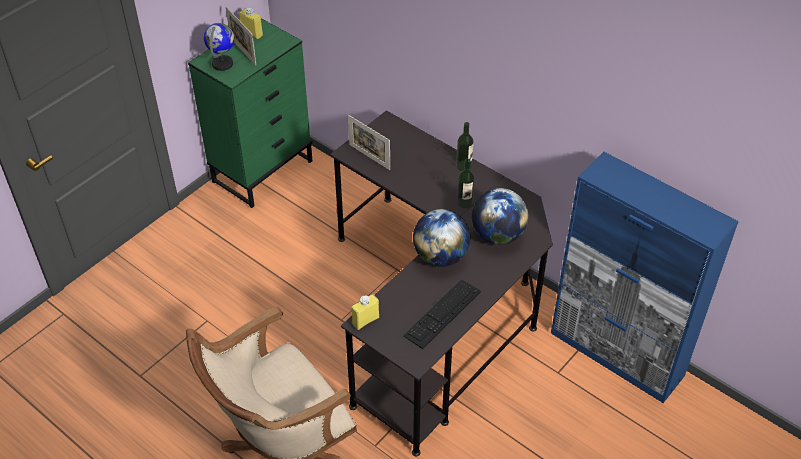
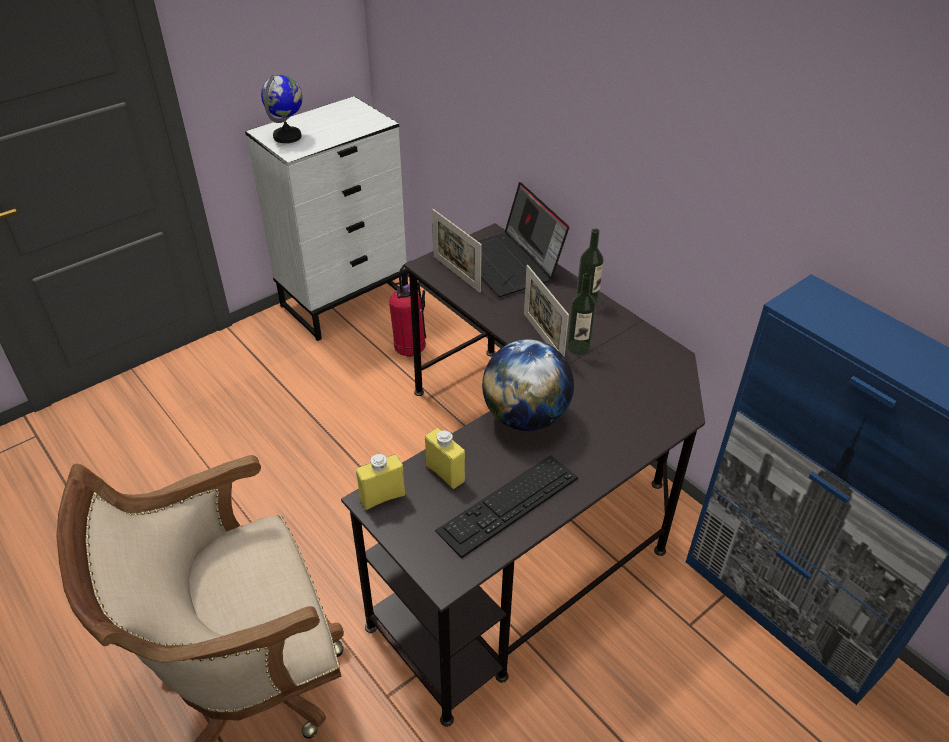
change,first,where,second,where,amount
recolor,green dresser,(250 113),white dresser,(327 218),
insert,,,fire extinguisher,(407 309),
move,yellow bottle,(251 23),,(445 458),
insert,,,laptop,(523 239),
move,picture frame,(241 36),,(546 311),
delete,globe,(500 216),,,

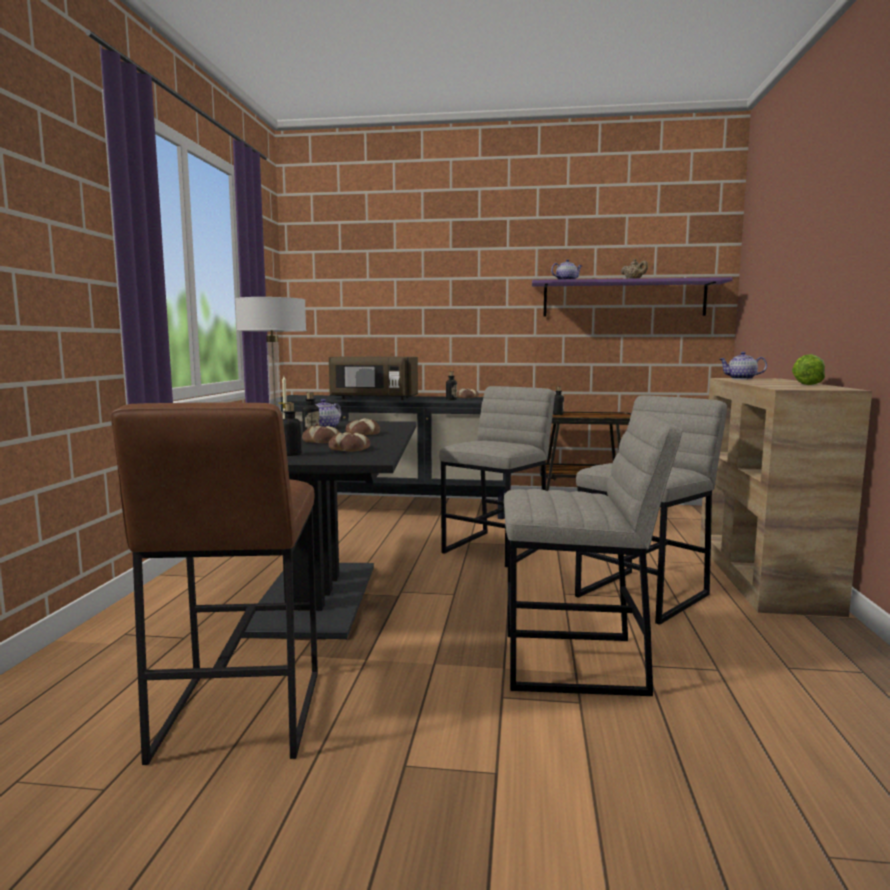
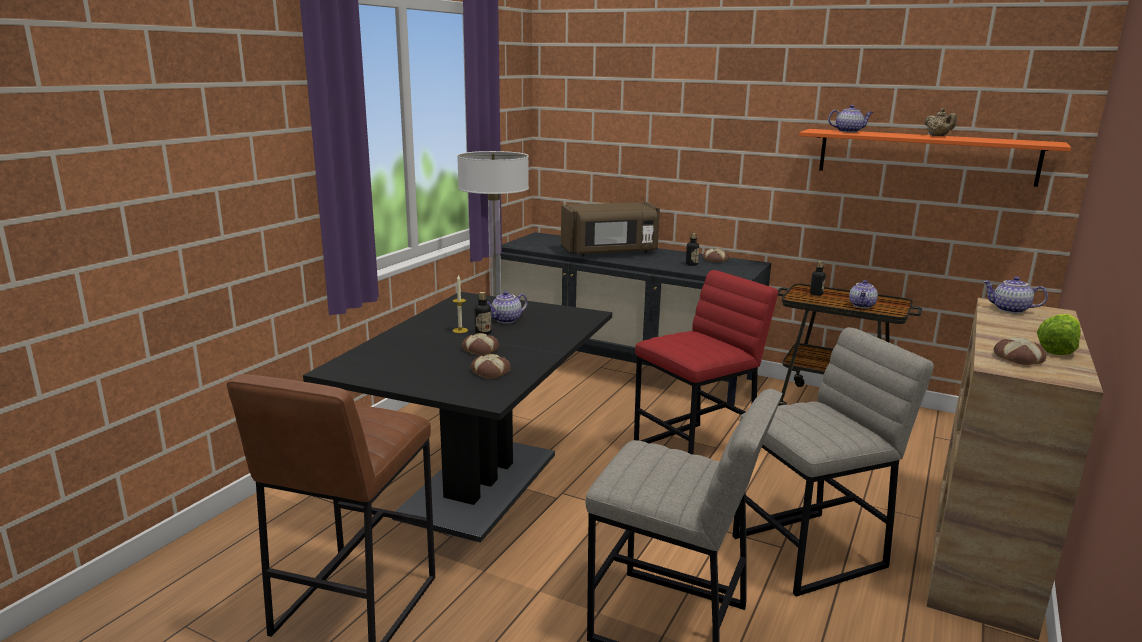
change,first,where,second,where,amount
rotate,brown microwave,(373 378),,(610 229),45 degrees counterclockwise
recolor,grey chair,(497 476),red chair,(706 362),
recolor,purple shelf,(632 297),orange shelf,(935 158),
insert,,,teapot,(863 294),
move,bread,(363 426),,(1019 351),
delete,bottle,(292 429),,,

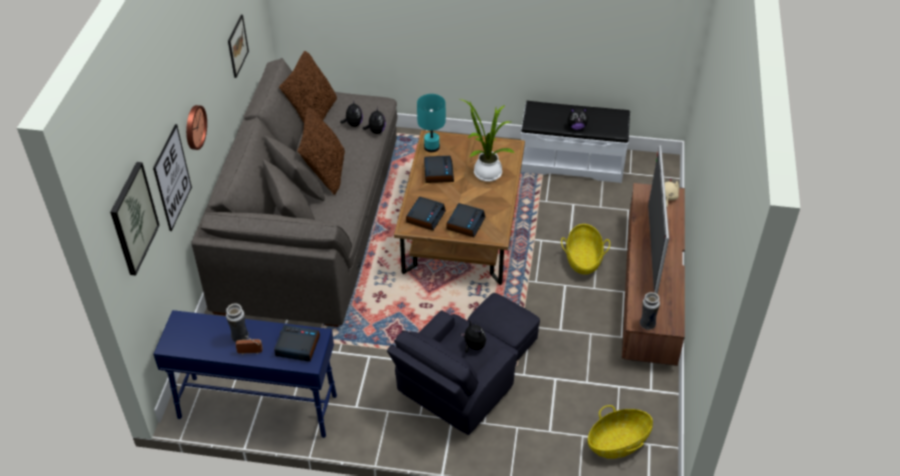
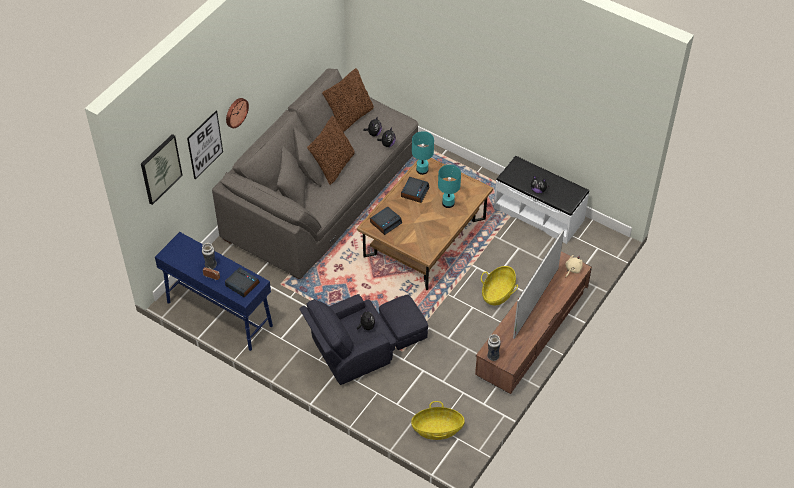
change,first,where,second,where,amount
replace,potted plant,(487 140),turquoise table lamp,(449 186),
delete,picture,(238 46),,,
delete,alarm clock,(465 220),,,

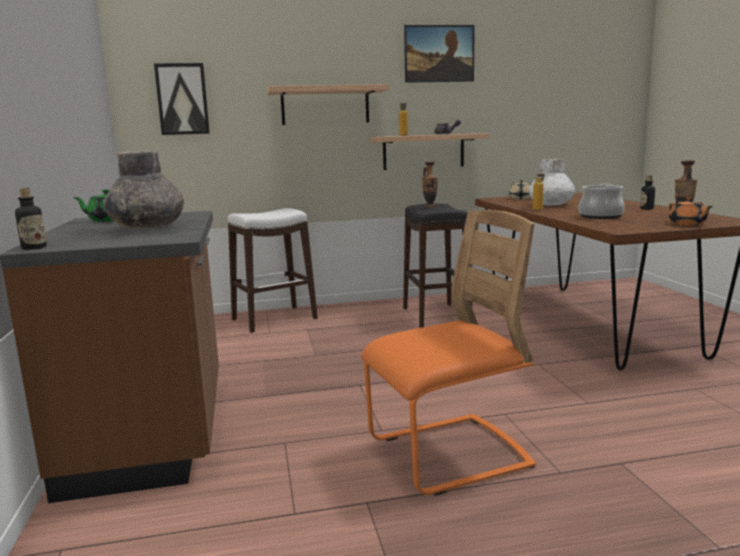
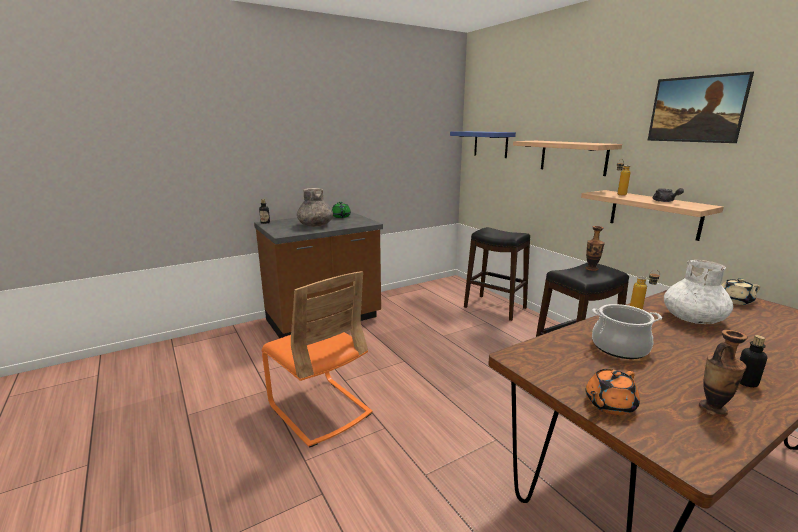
change,first,where,second,where,amount
replace,picture,(182 99),blue shelf,(483 144),
recolor,white stool,(273 270),black stool,(497 274),

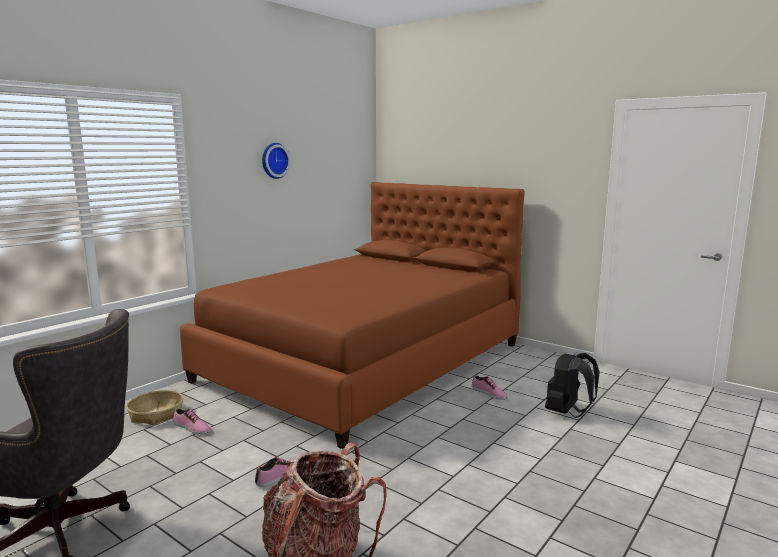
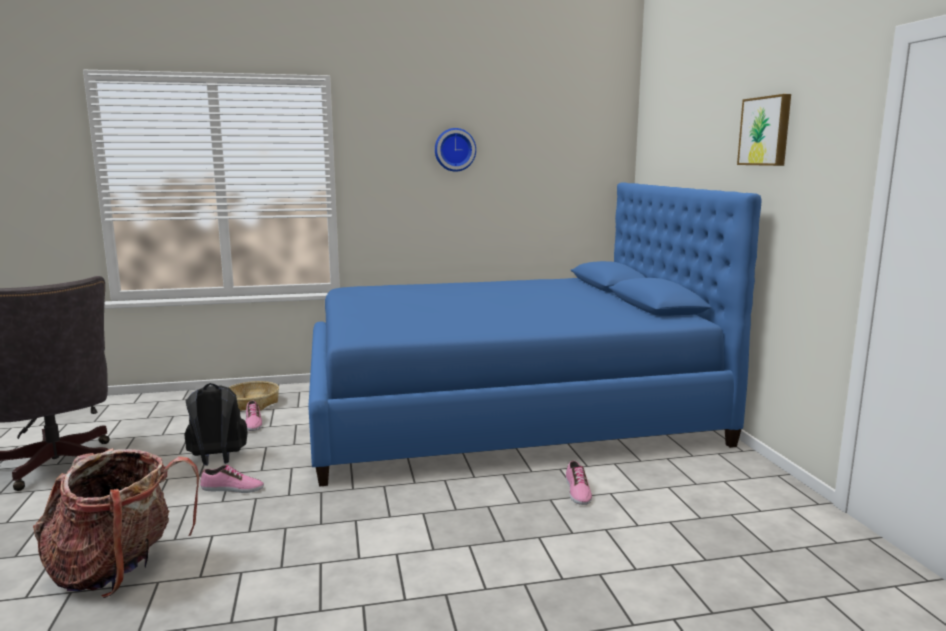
change,first,where,second,where,amount
move,black backpack,(572 385),,(216 424),
recolor,brown bed,(352 315),blue bed,(535 334),
insert,,,picture,(764 130),

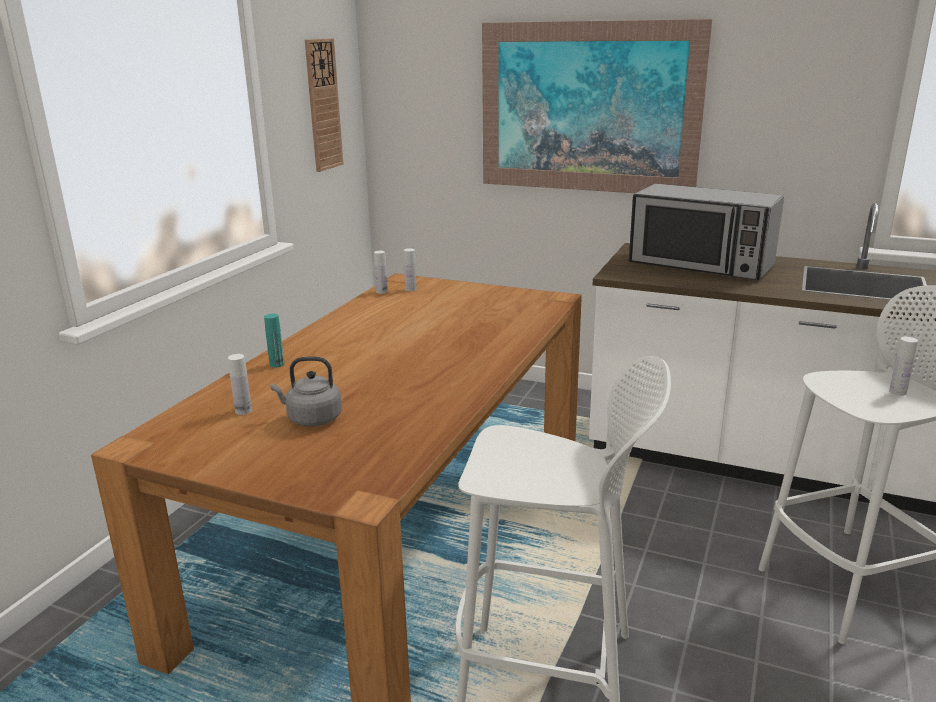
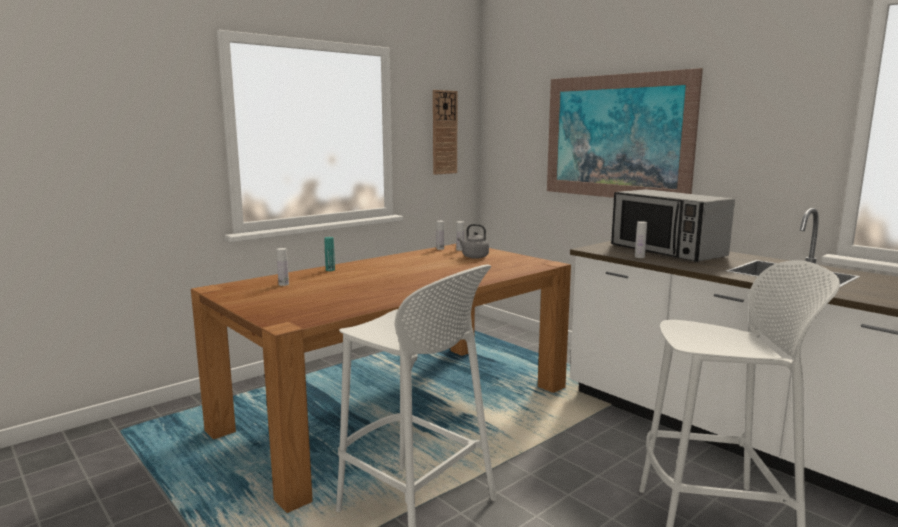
change,first,where,second,where,amount
move,grey kettle,(306 391),,(473 241),
move,white bottle,(903 366),,(641 239),

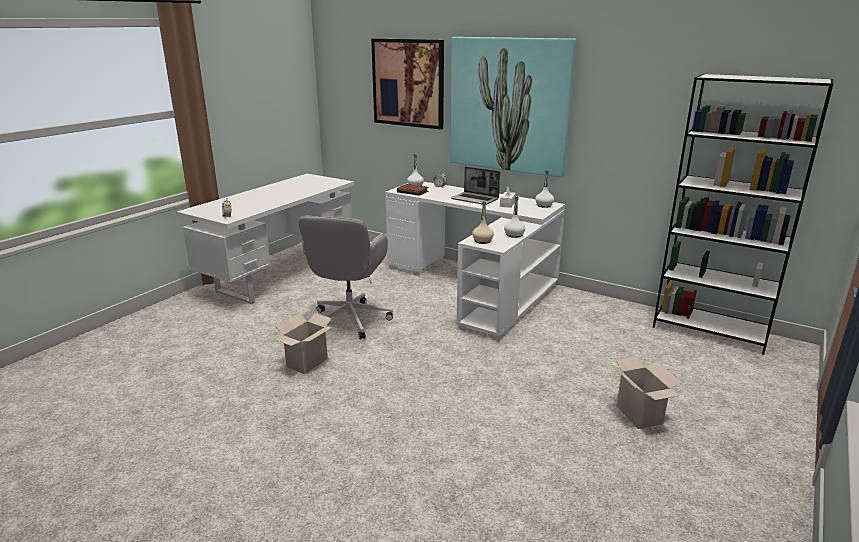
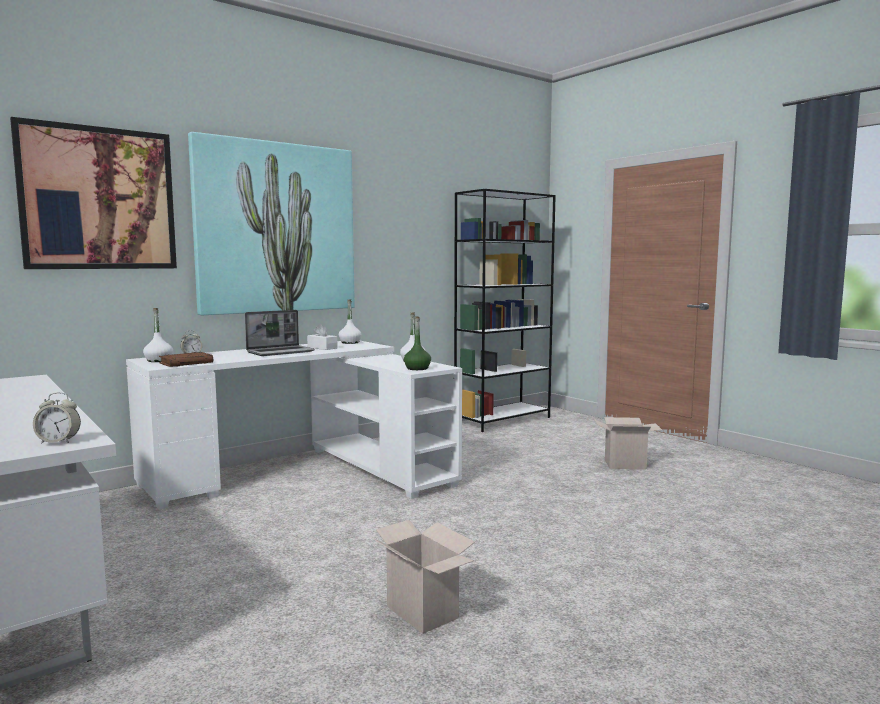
change,first,where,second,where,amount
recolor,beige bottle,(483 222),green bottle,(417 343),
delete,grey office chair,(346 277),,,

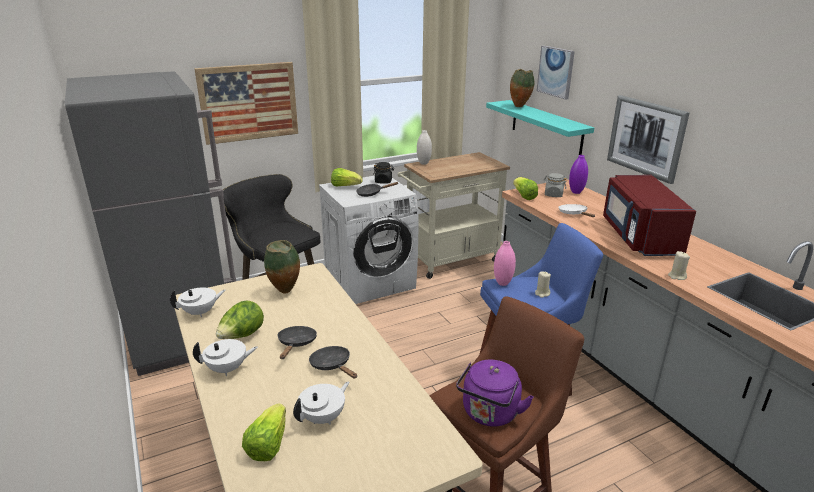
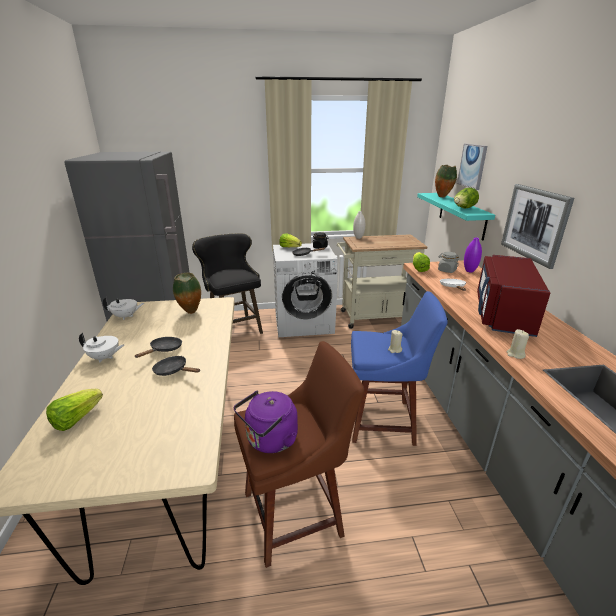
change,first,where,second,where,amount
rotate,black frying pan,(333 362),,(176 366),45 degrees counterclockwise
move,lettuce,(240 320),,(466 198),
delete,picture,(246 103),,,
delete,white teapot,(321 403),,,
delete,pink vase,(505 263),,,

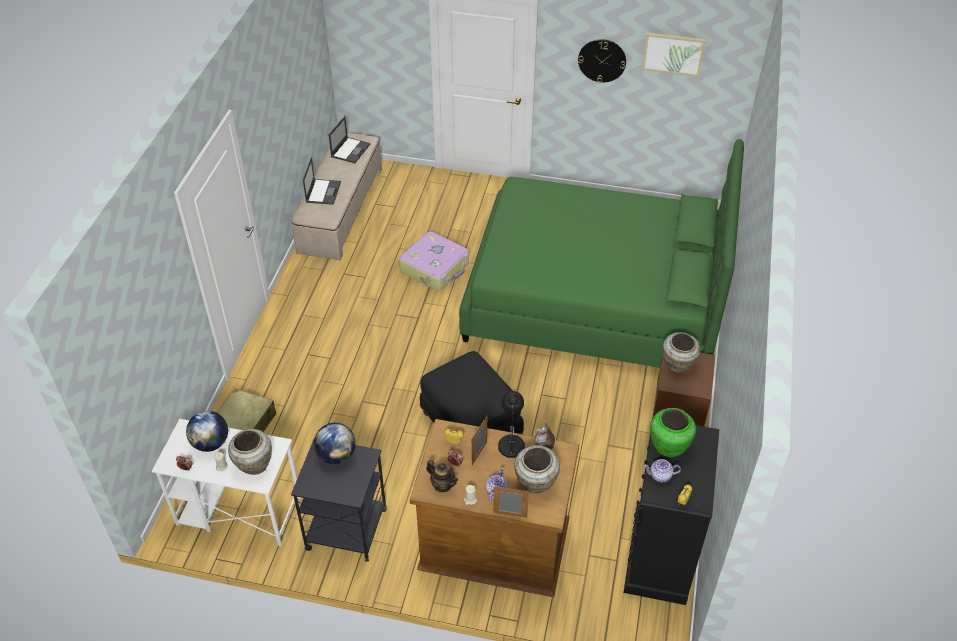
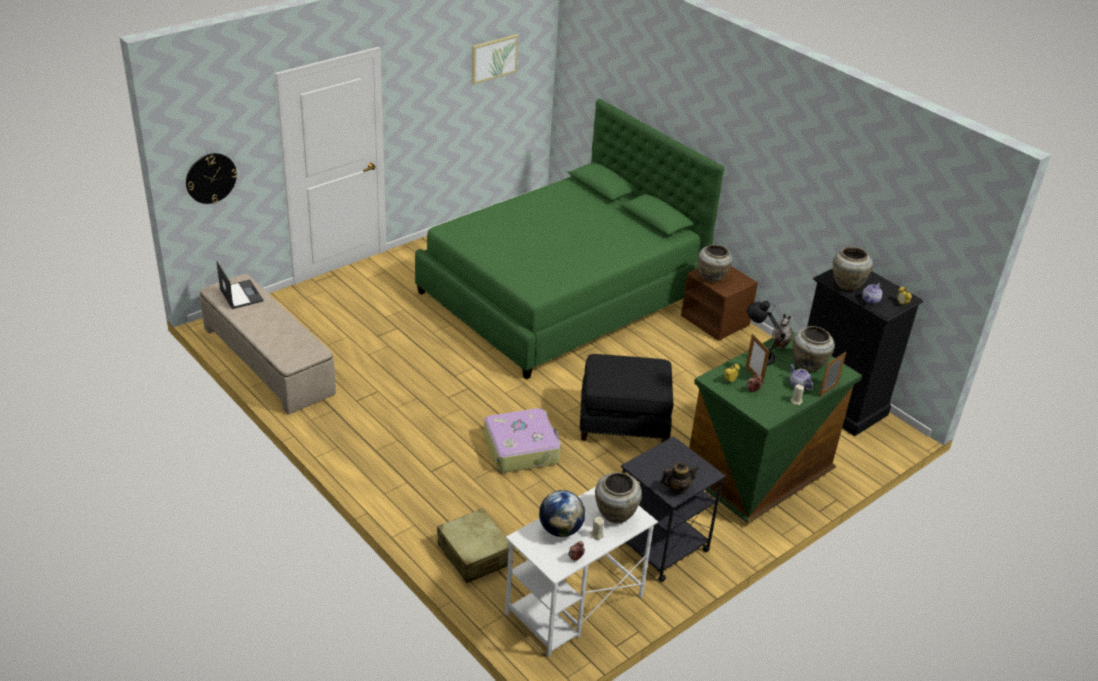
change,first,where,second,where,amount
move,wall clock,(602 61),,(211 178),
move,suitcase,(434 261),,(522 440),
move,teapot,(442 476),,(679 478),
recolor,brown dresser,(494 508),green dresser,(775 427),
recolor,green vase,(673 432),beige vase,(853 268),
delete,laptop,(322 181),,,
delete,globe,(335 443),,,

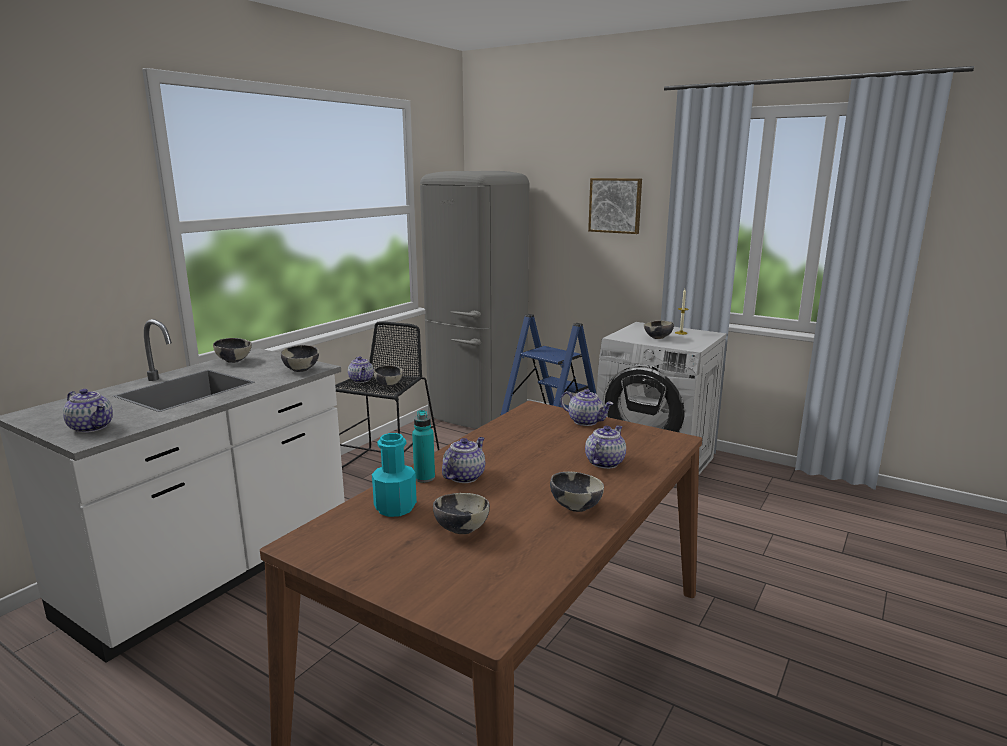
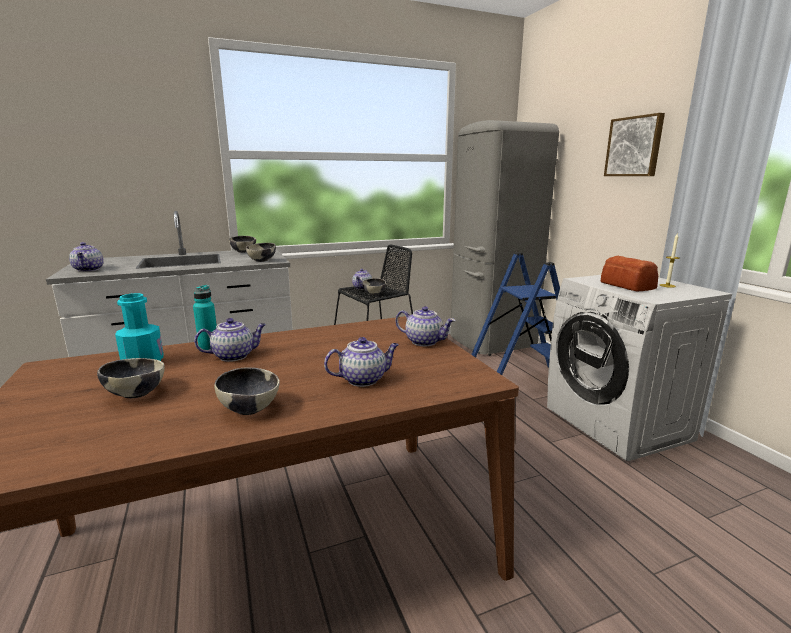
change,first,where,second,where,amount
rotate,teapot,(586 407),,(425 326),45 degrees counterclockwise
replace,bowl,(659 329),bread,(629 274),

